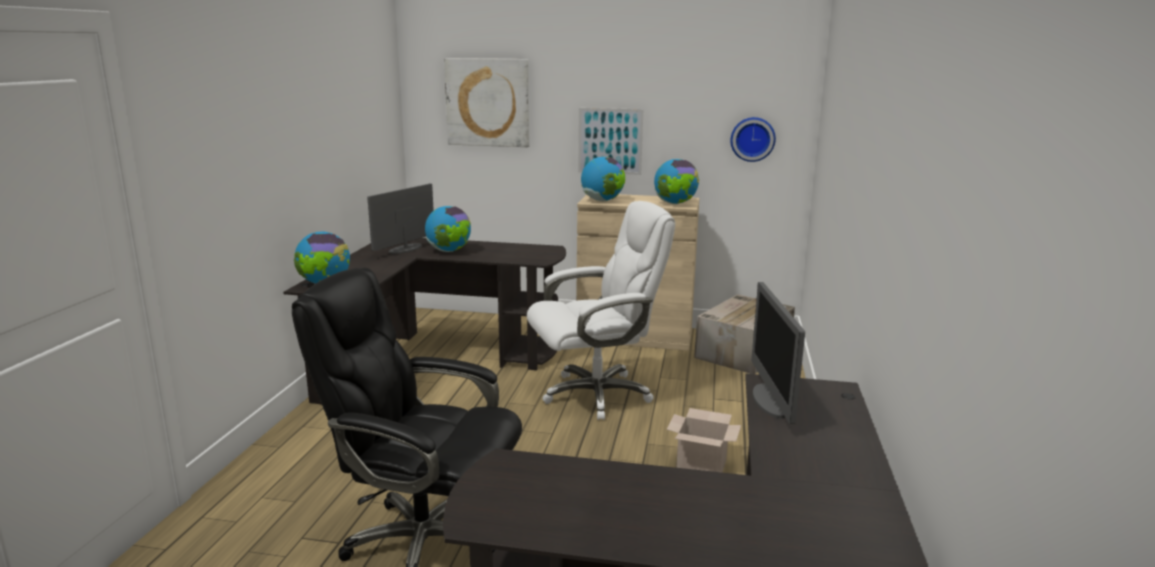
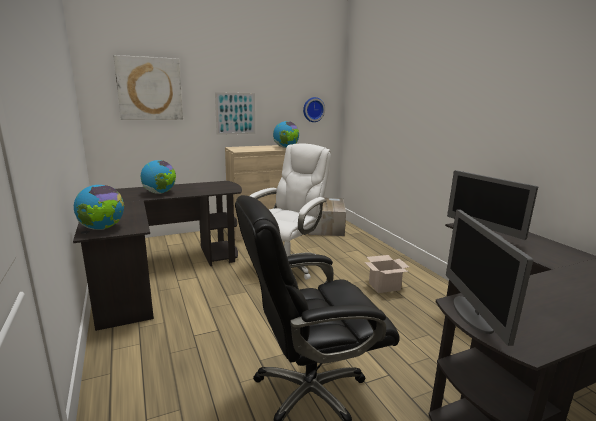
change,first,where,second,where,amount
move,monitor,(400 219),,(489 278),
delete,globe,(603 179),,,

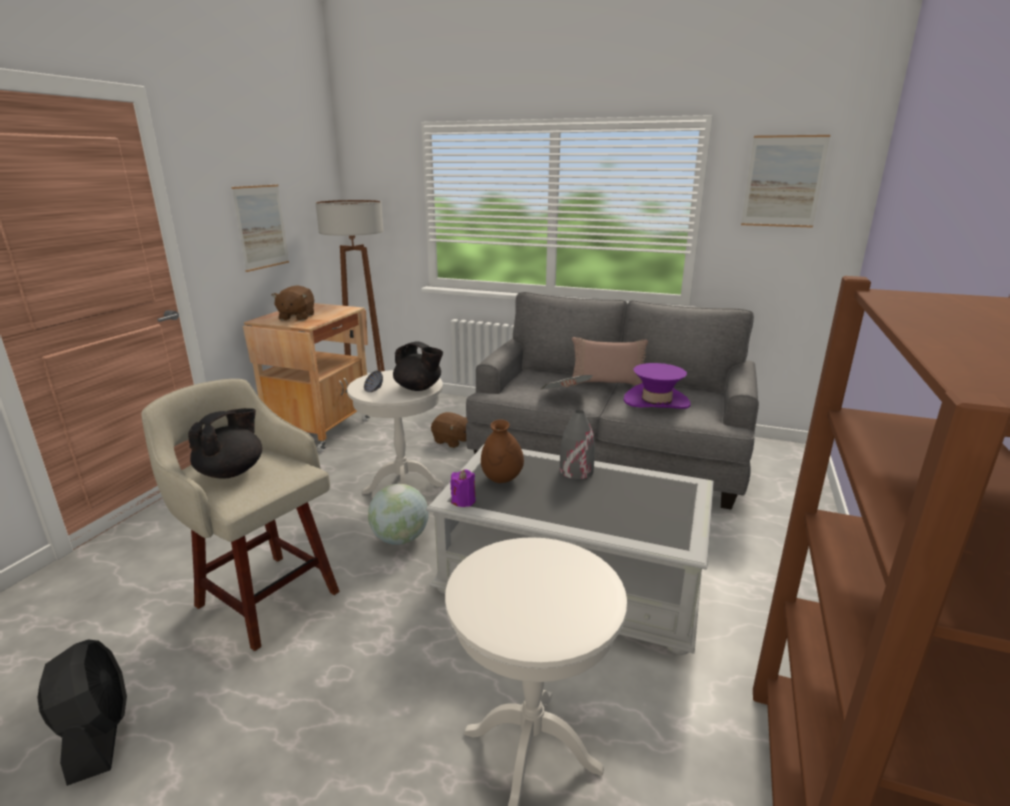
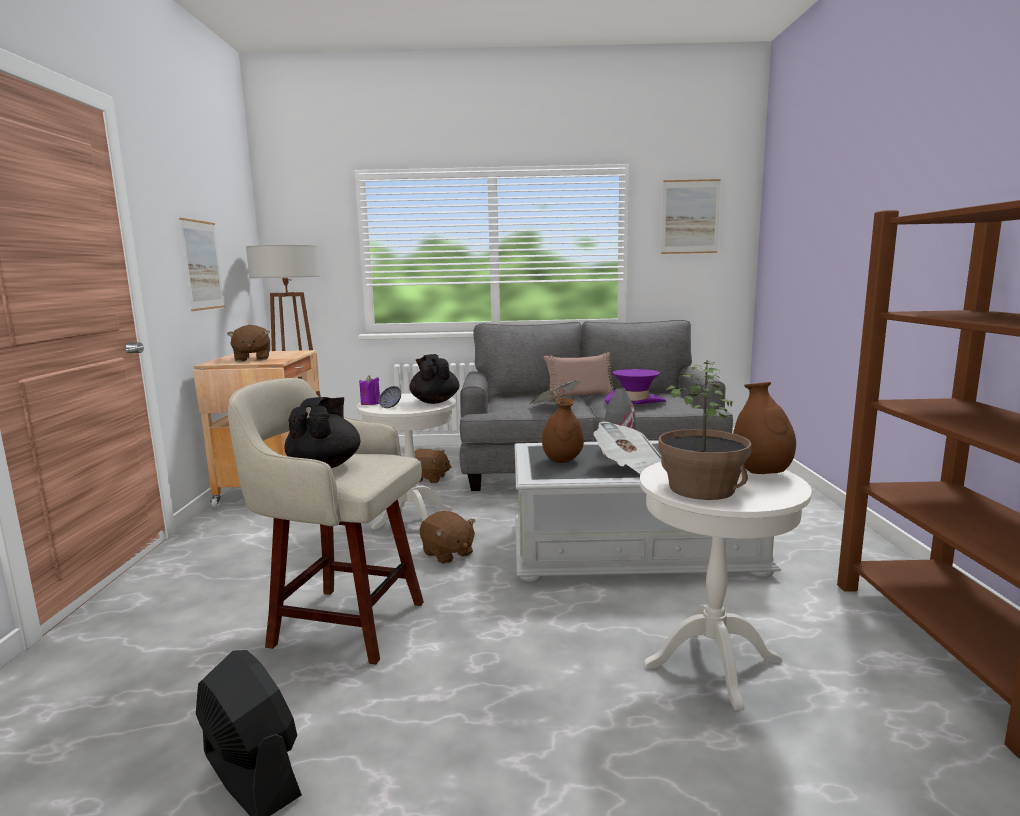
change,first,where,second,where,amount
move,purple candle,(463 488),,(369 390),
rotate,black teapot,(418 366),,(434 379),120 degrees counterclockwise
replace,globe,(398 514),brown plush toy,(448 537),
insert,,,newspaper,(627 447),
insert,,,potted plant,(705 430),
insert,,,brown vase,(764 428),

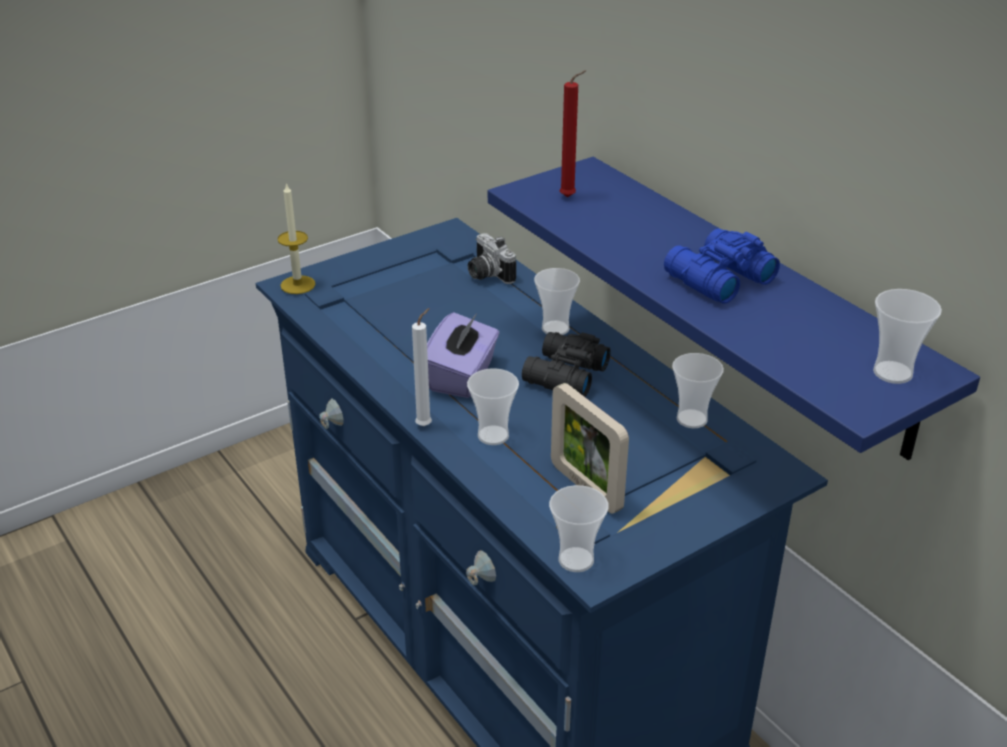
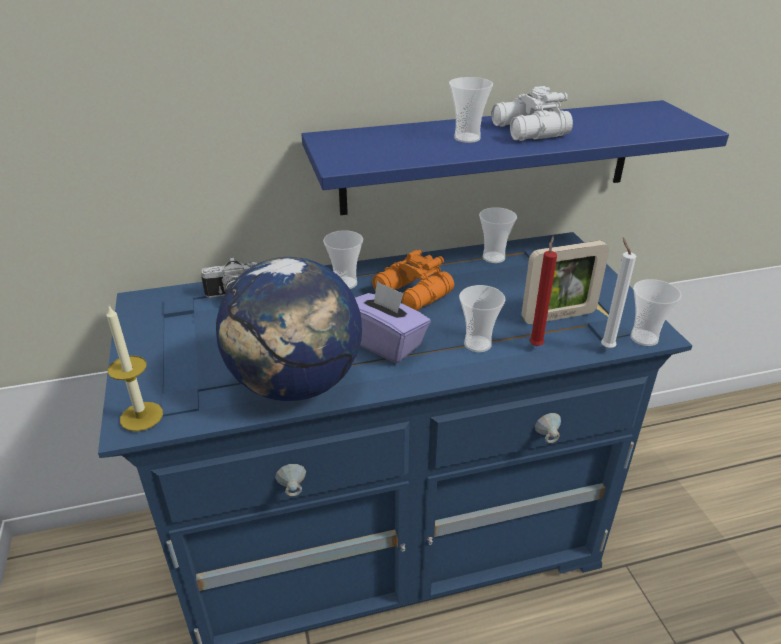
change,first,where,second,where,amount
insert,,,globe,(289 329),
recolor,black binoculars,(566 364),orange binoculars,(413 280),
move,cup,(907 336),,(471 110),
recolor,blue binoculars,(722 266),white binoculars,(532 113),
move,red candle,(573 133),,(543 291),
move,white candle,(422 367),,(618 293),

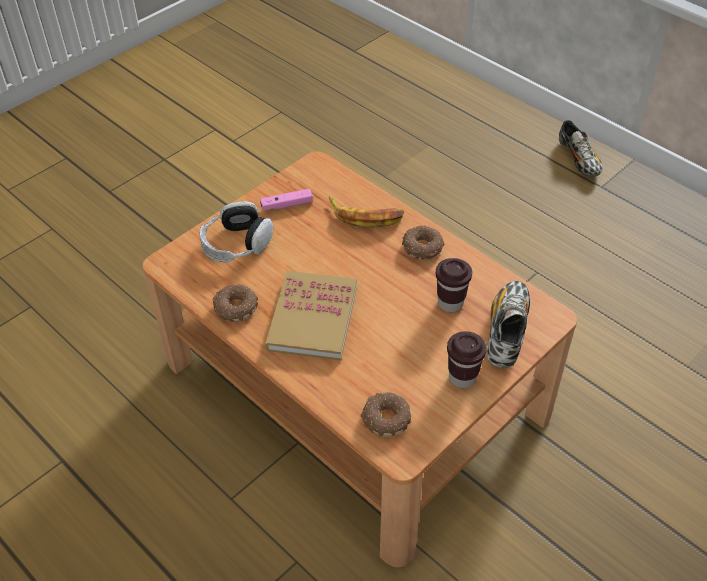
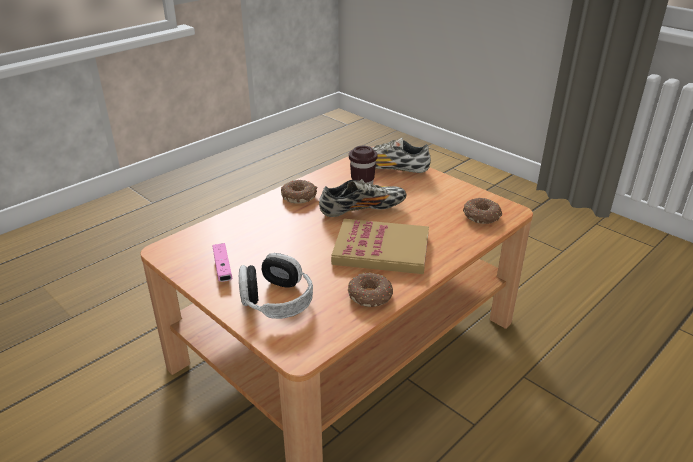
change,first,where,second,where,amount
move,shoe,(581 148),,(362 198),
delete,banana,(366 212),,,
delete,brown cup,(467 359),,,

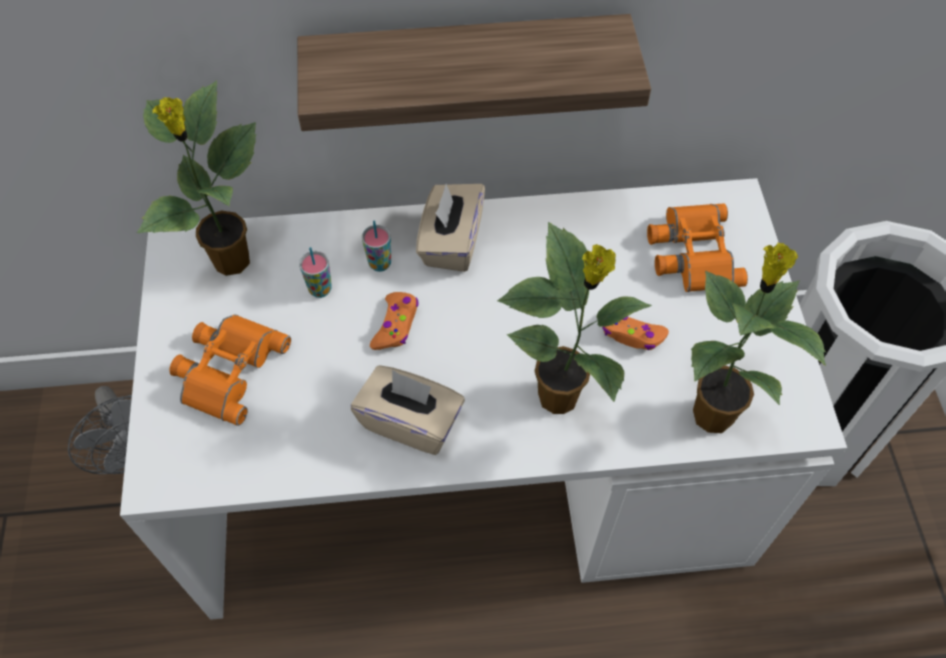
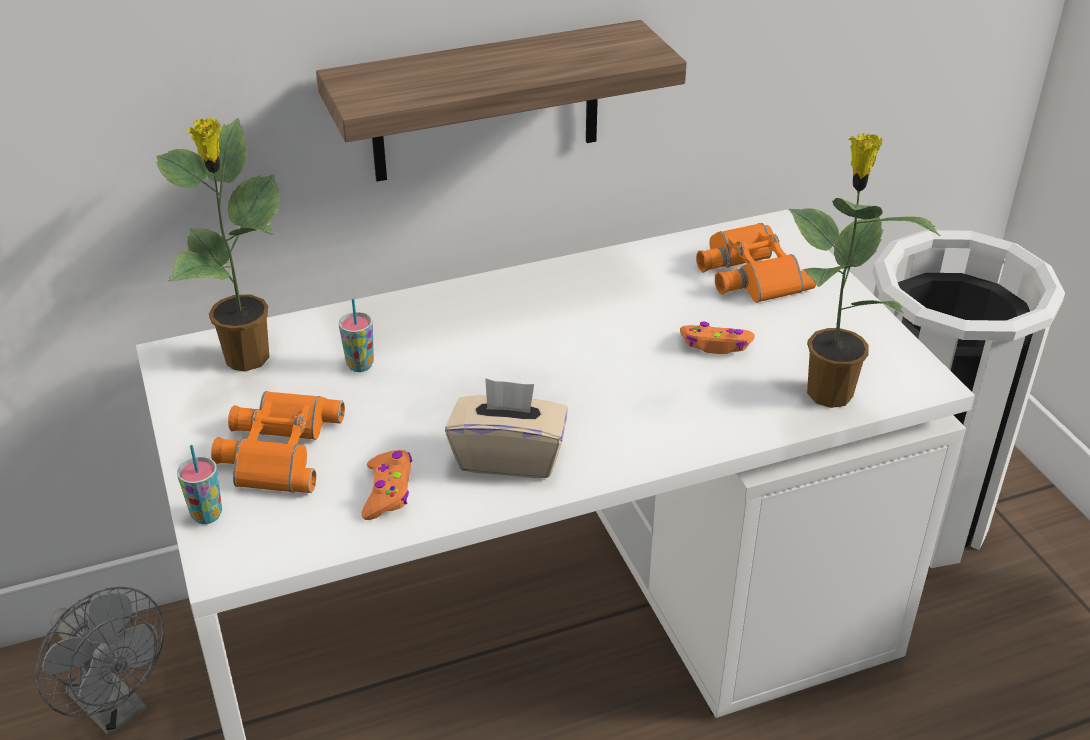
change,first,where,second,where,amount
move,cup,(376 246),,(199 484),
move,orange game controller,(394 321),,(386 485),
delete,beige tissue box,(450 228),,,
delete,potted plant,(574 318),,,

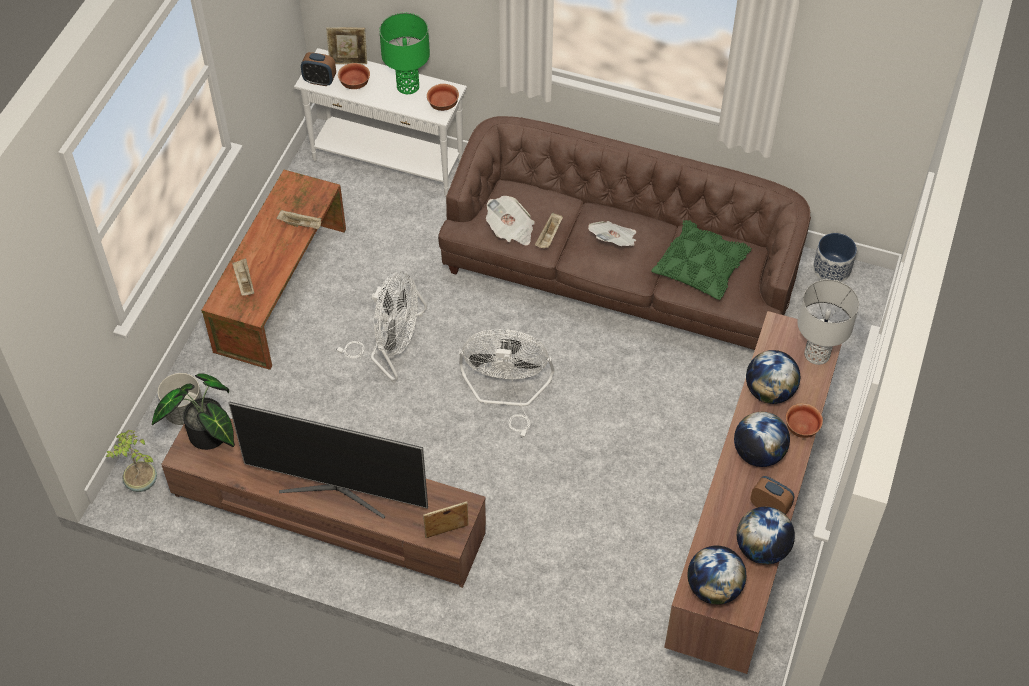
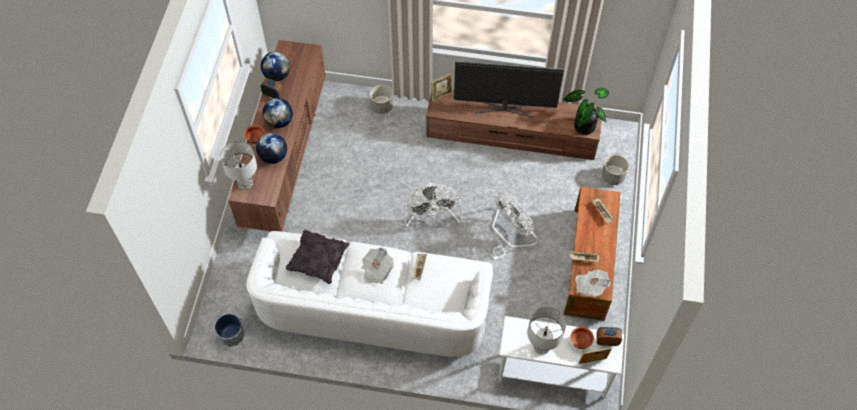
change,first,where,second,where,amount
recolor,brown sofa,(624 233),white sofa,(369 294),
recolor,green pillow,(701 260),black pillow,(318 256),
insert,,,grey planter,(381 99),
rotate,white fan,(382 327),,(515 226),135 degrees clockwise
recolor,green table lamp,(405 53),white table lamp,(546 330),
move,newspaper,(510 221),,(593 283),
delete,potted plant,(131 461),,,
delete,bowl,(443 97),,,
delete,globe,(716 575),,,

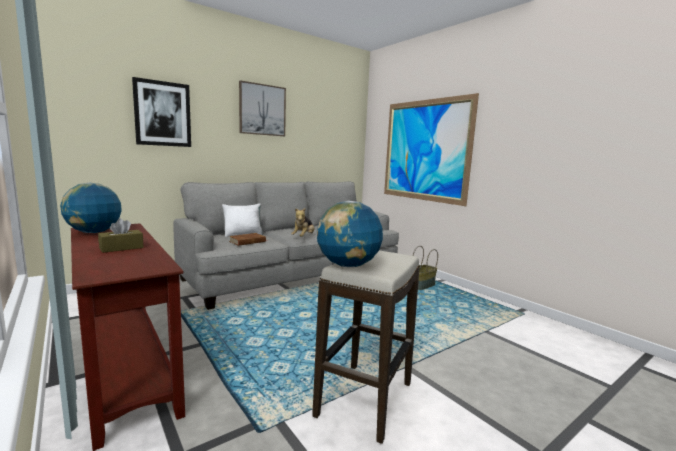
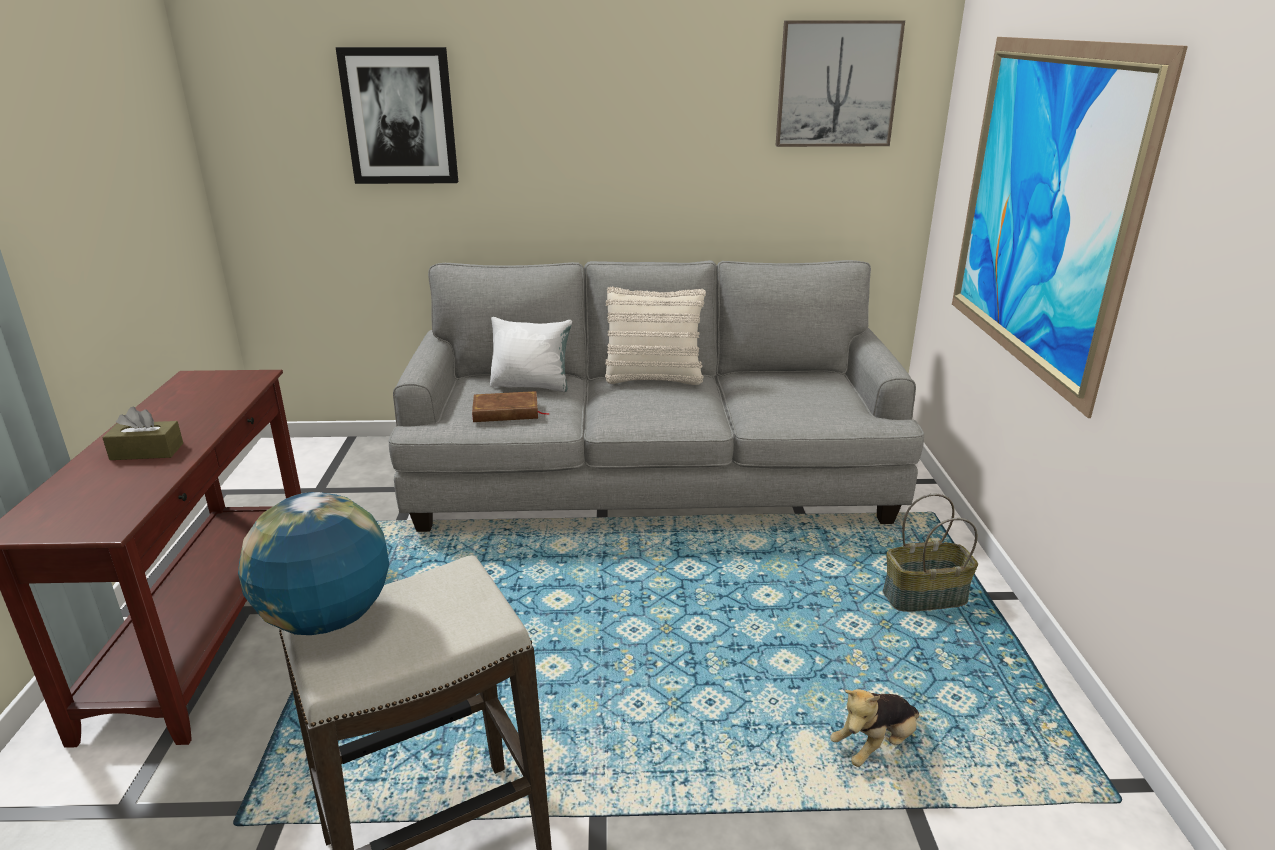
change,first,where,second,where,amount
insert,,,beige pillow,(655 335),
move,picture,(262 108),,(840 84),
move,plush toy,(302 222),,(874 728),
delete,globe,(91 208),,,

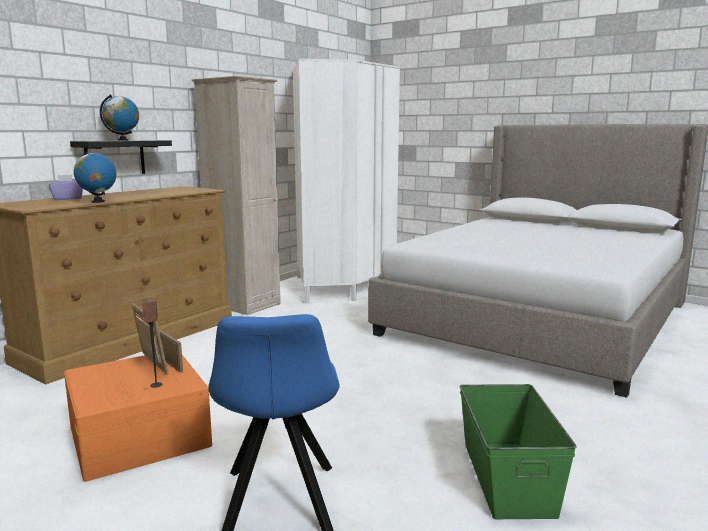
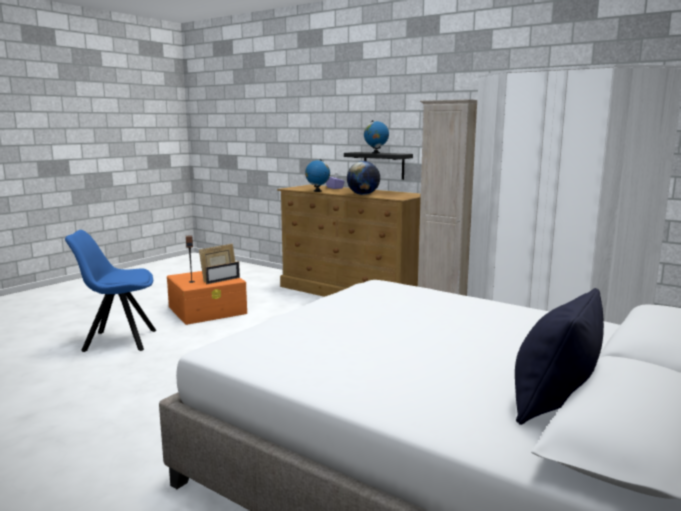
change,first,where,second,where,amount
insert,,,globe,(363 178),
insert,,,black pillow,(559 356),
delete,green storage box,(518 451),,,

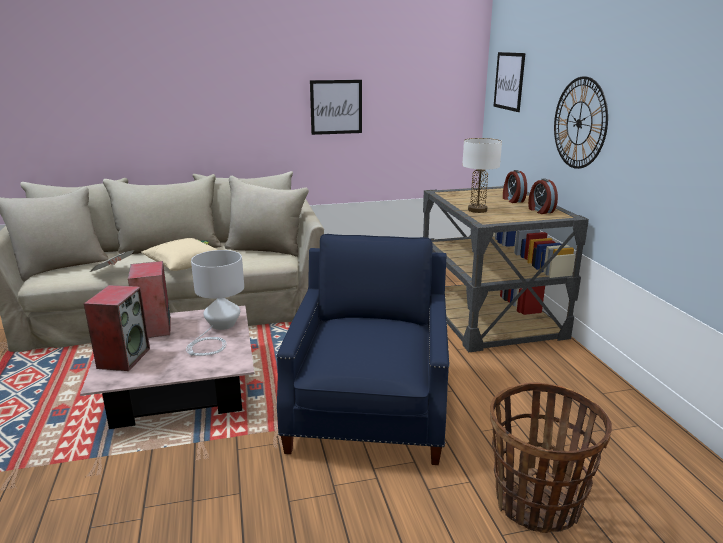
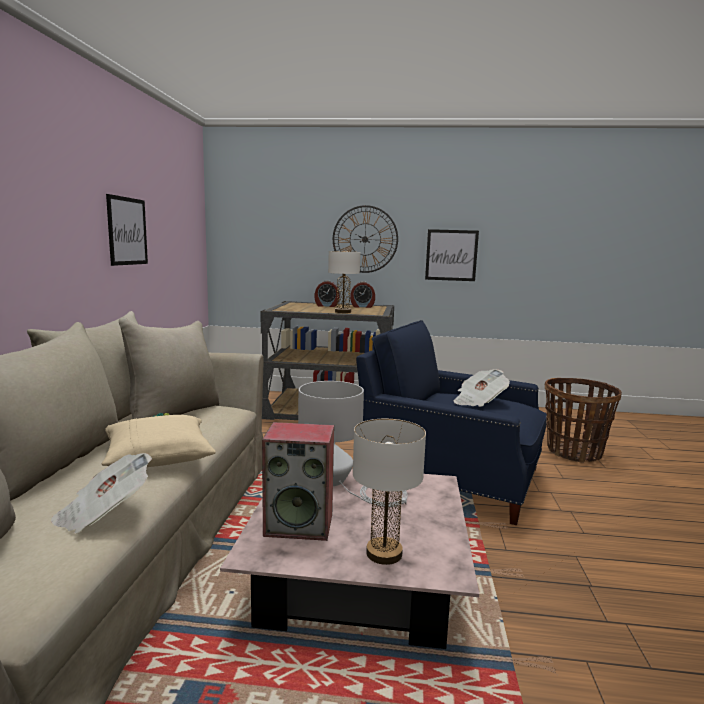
change,first,where,second,where,amount
replace,speaker,(117 328),table lamp,(389 492),
move,picture,(509 82),,(452 255),
insert,,,newspaper,(481 388),

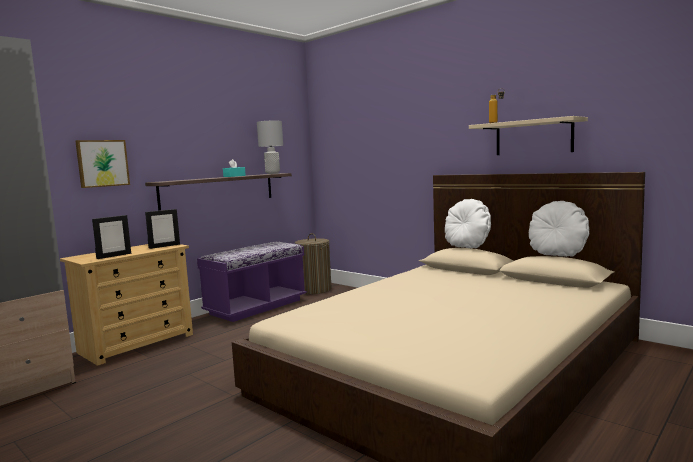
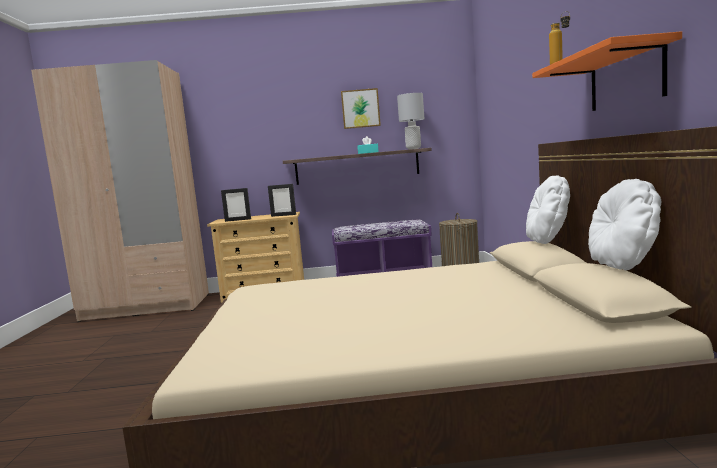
change,first,where,second,where,amount
move,picture,(102 164),,(361 108),
recolor,beige shelf,(528 135),orange shelf,(607 71),

